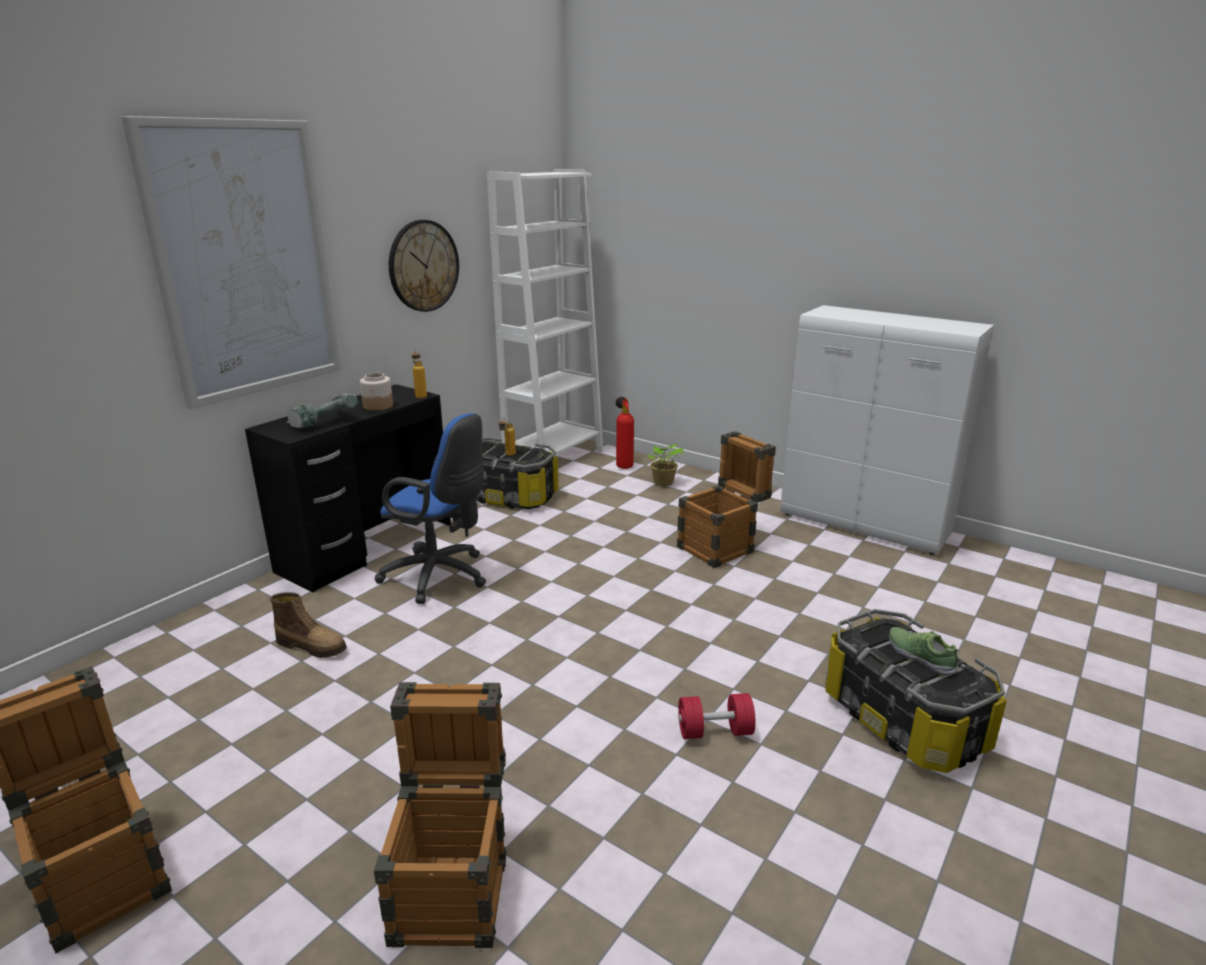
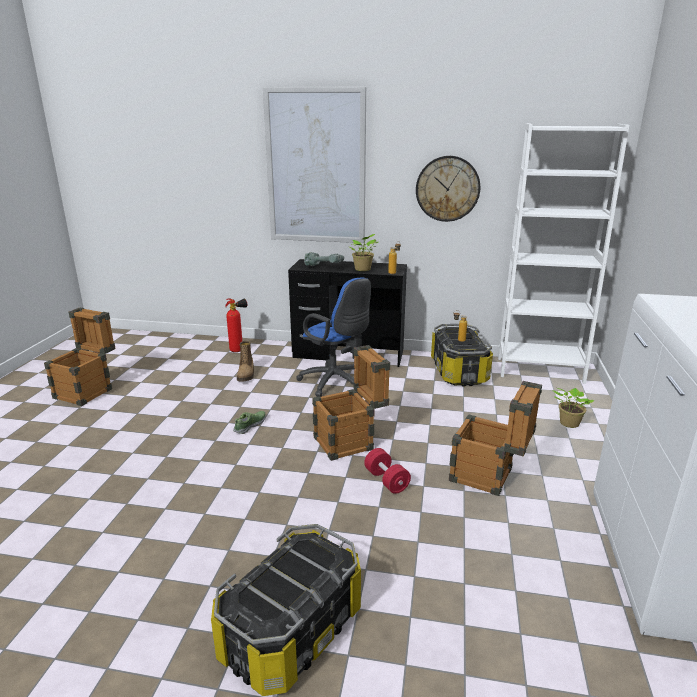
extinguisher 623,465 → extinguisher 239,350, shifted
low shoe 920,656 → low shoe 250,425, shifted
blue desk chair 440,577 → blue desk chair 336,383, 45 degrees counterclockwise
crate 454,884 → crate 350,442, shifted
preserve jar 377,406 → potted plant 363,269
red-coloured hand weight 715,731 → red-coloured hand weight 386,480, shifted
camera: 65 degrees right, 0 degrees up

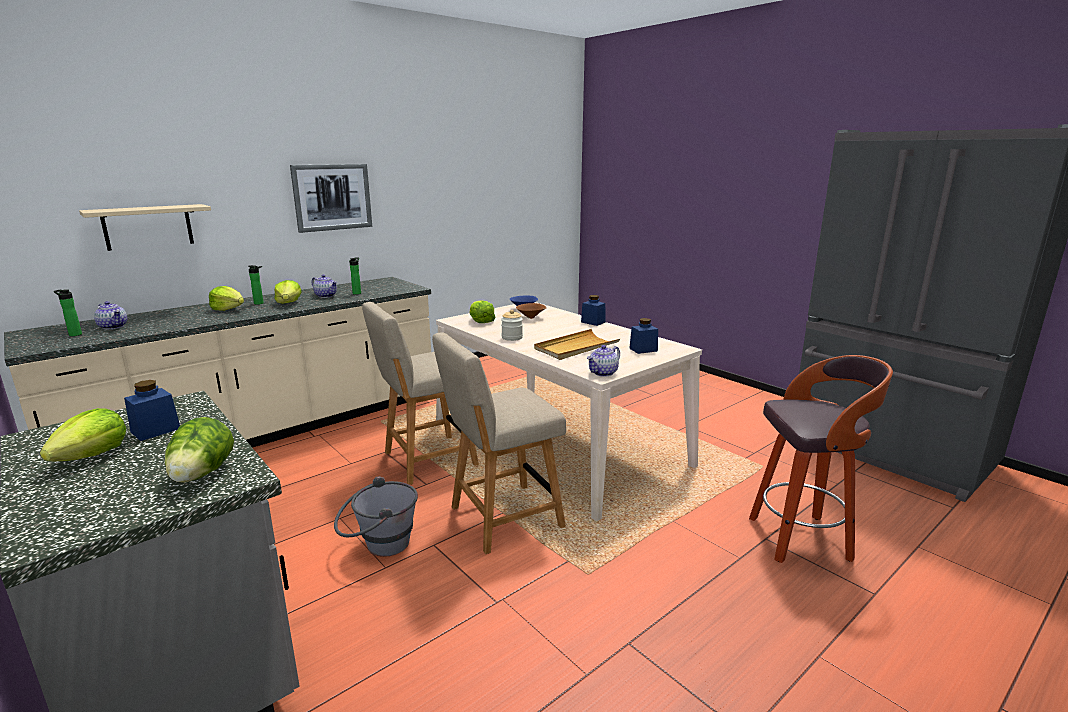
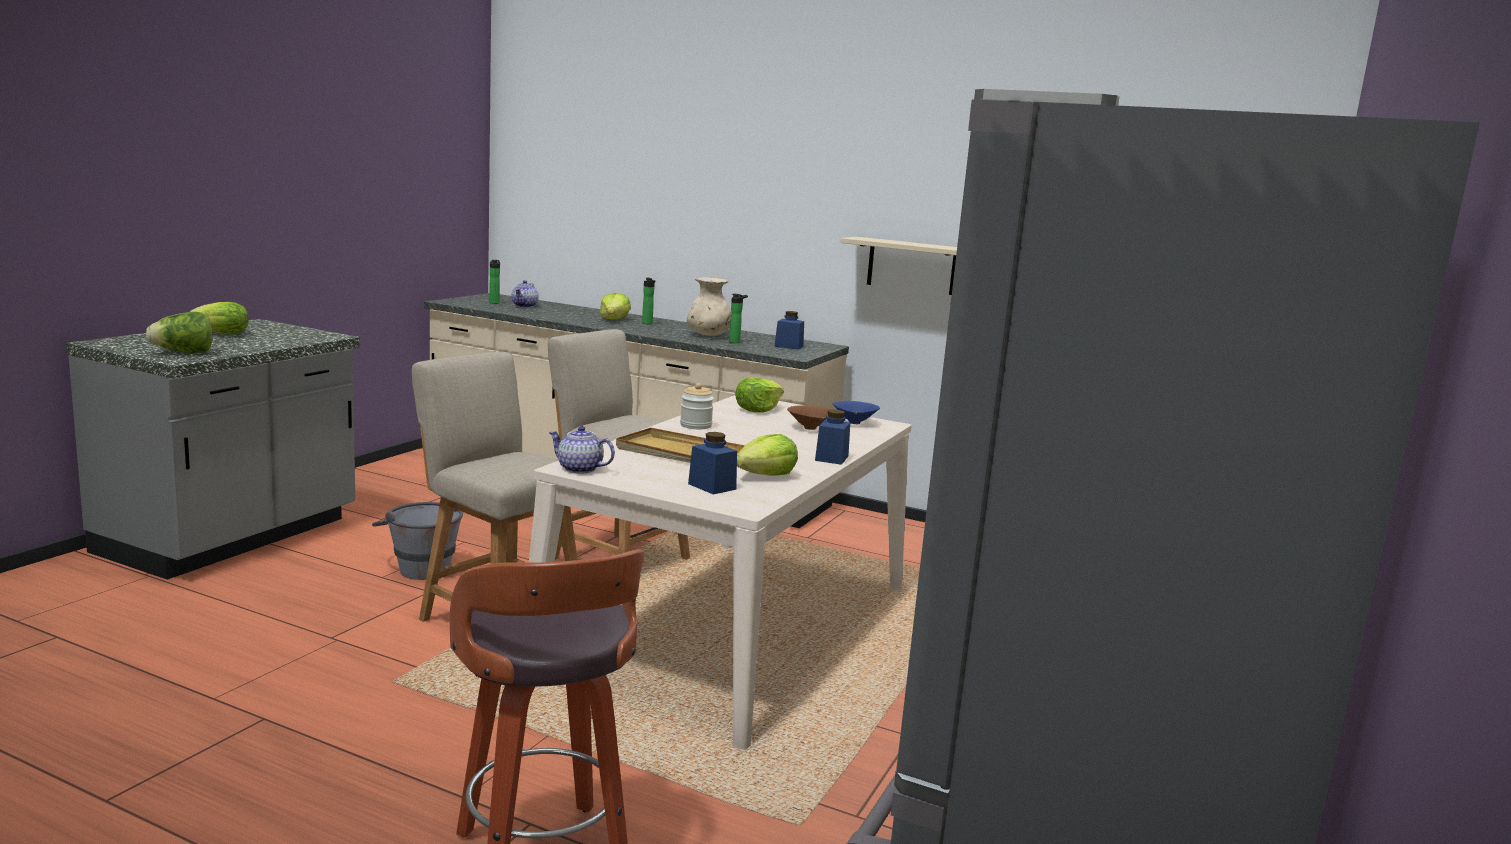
tea pot 326,296 → beige flower vase 708,335
lettuce 289,303 → lettuce 766,476, shifted
blue preserve jar 155,430 → blue preserve jar 788,346, shifted
beige wall shelf 148,227 → beige wall shelf 911,266, shifted
wall picture 332,197 → -
camera: 65 degrees right, 5 degrees down

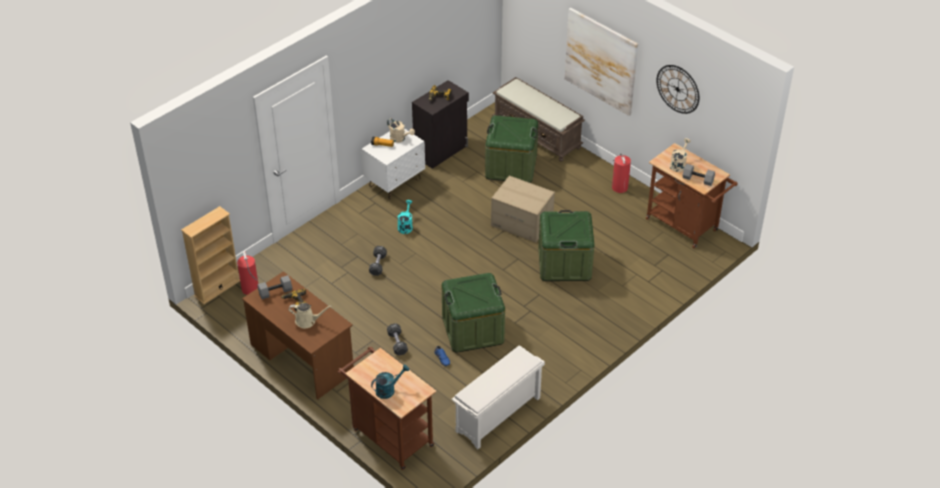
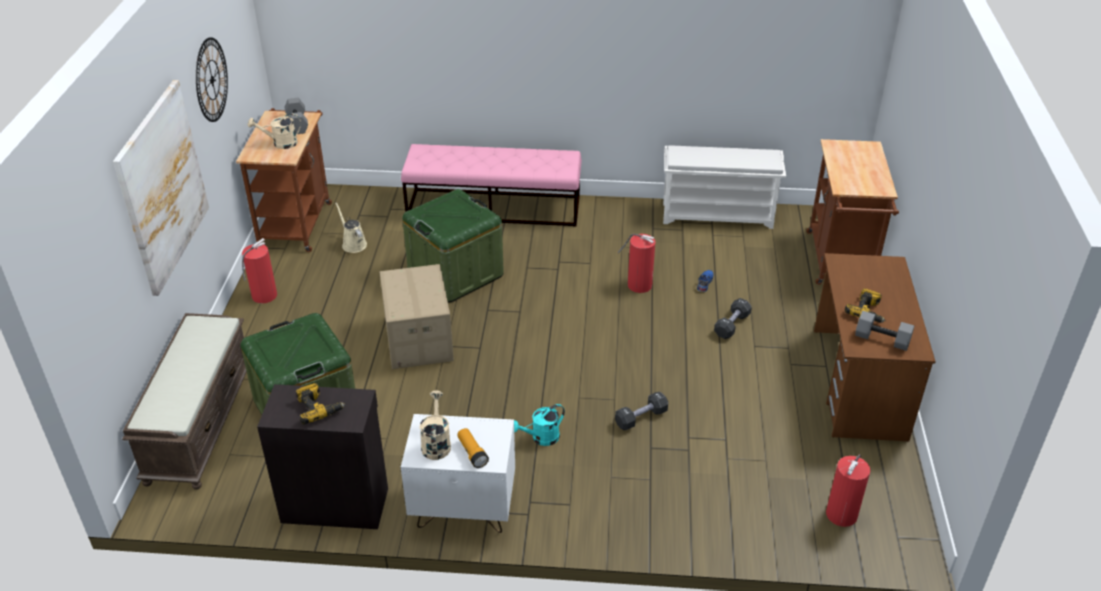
beige watering can 307,321 → beige watering can 353,244, shifted
- → pinkish long seat 494,207
green-coloured storage box 473,330 → extinguisher 638,284
beige bookcase 217,288 → -
turquoise watering can 388,390 → -
camera: 130 degrees left, 5 degrees down

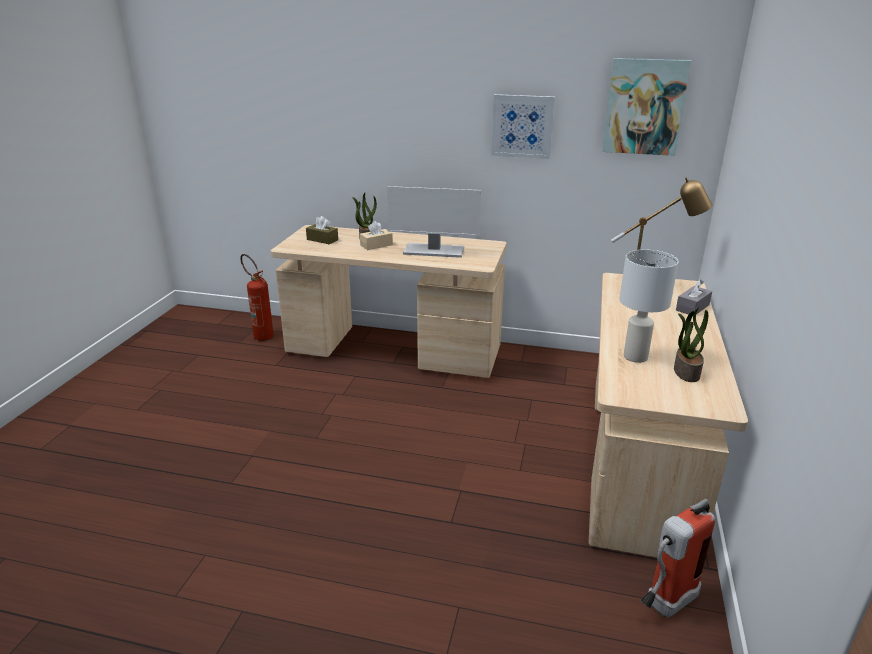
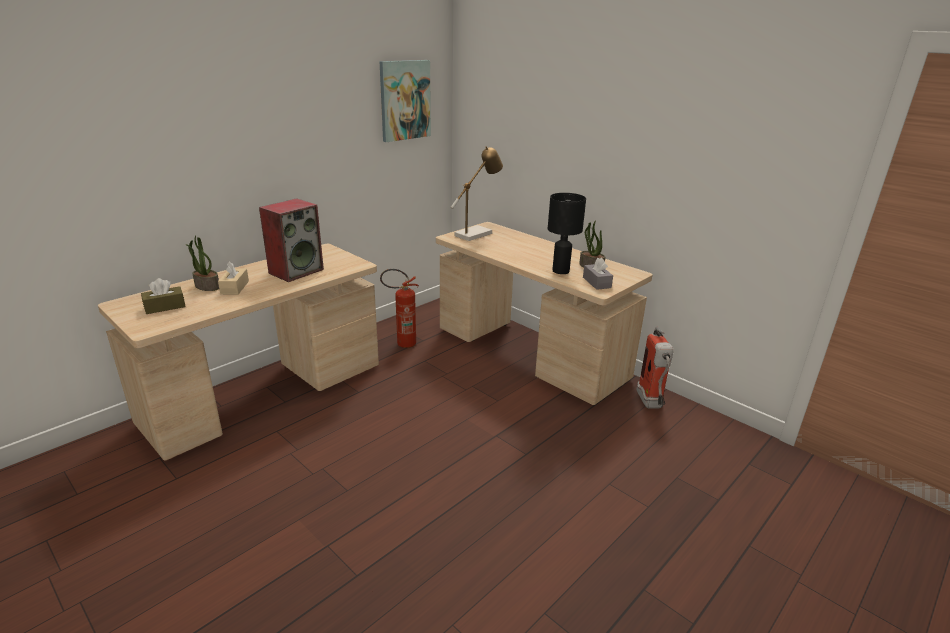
computer screen 433,251 → loudspeaker 296,271
extinguisher 260,335 → extinguisher 401,344, shifted
white tabletop lamp 635,357 → black tabletop lamp 561,271
greyish box of tissues 692,307 → greyish box of tissues 596,282, shifted
wall picture 522,126 → -
camera: 60 degrees left, 0 degrees up

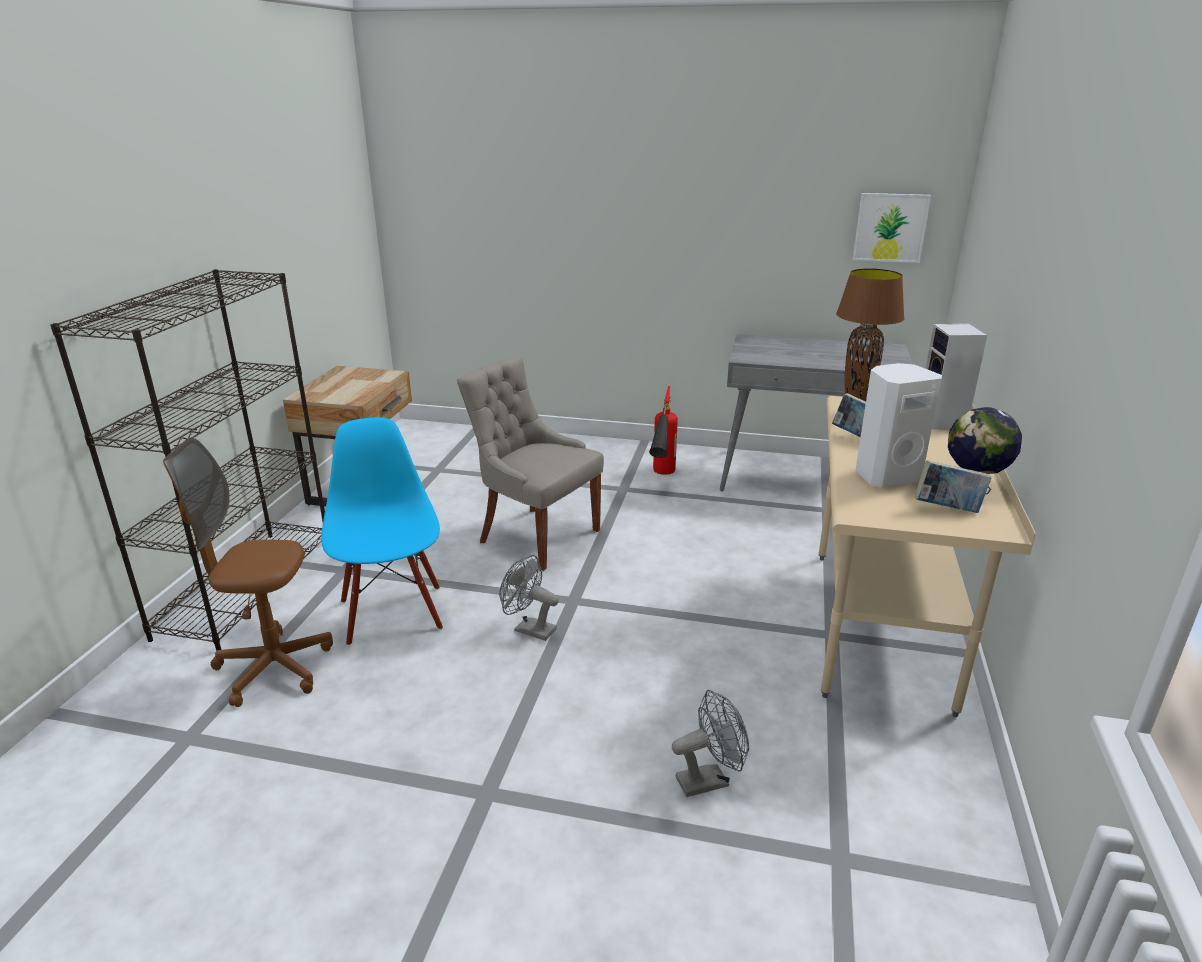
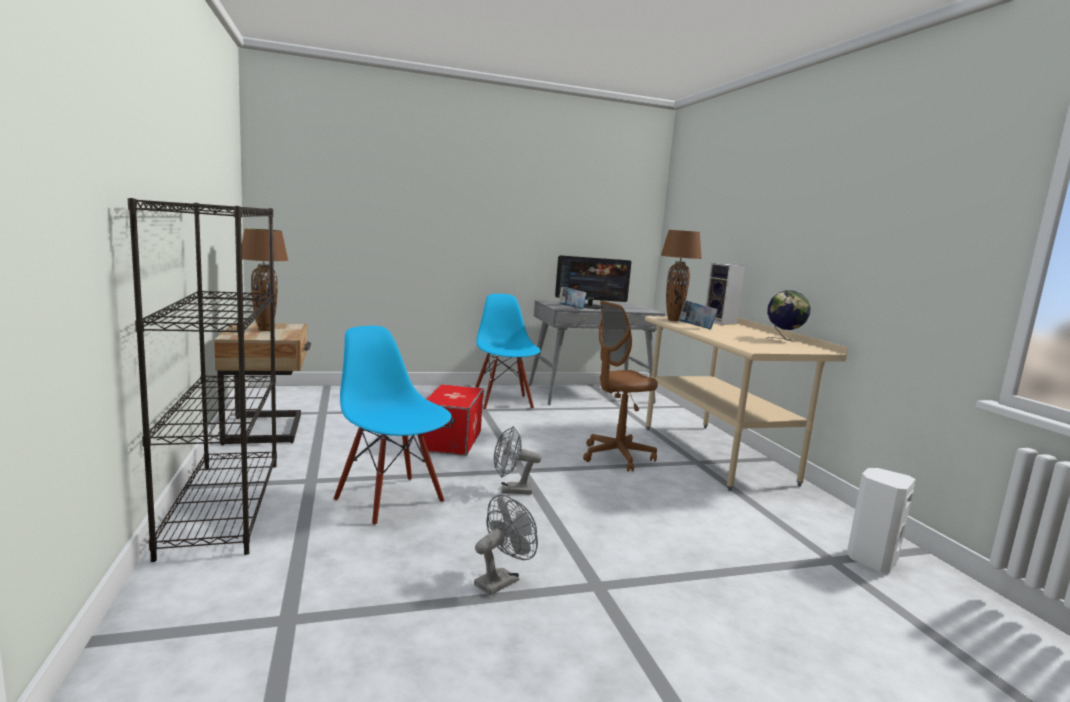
- → brown-coloured tabletop lamp 265,330
greyish upright chair 536,536 → storage box 451,440
greyish fan 709,780 → greyish fan 501,580, shifted
extinguisher 661,479 → blue upright chair 503,402
- → computer screen 590,306
bound book 947,509 → bound book 571,308, shifted
brown-coloured desk chair 274,668 → brown-coloured desk chair 617,457, shifted
white loudspeaker 886,476 → white loudspeaker 871,559, shifted
wall picture 890,227 → -
camera: 30 degrees left, 15 degrees down

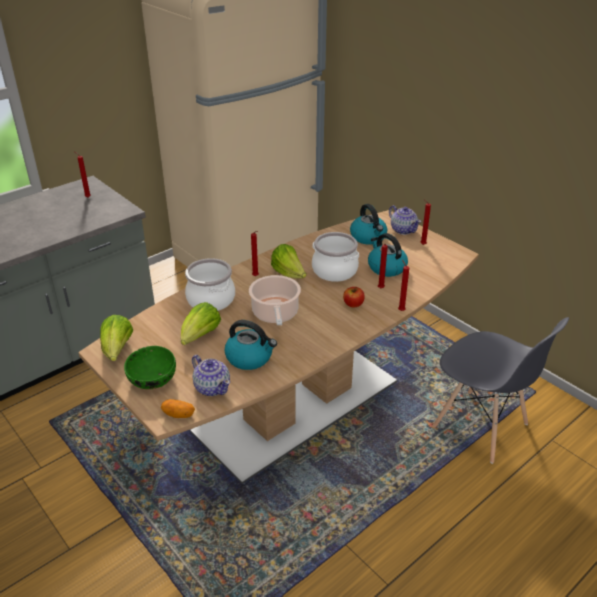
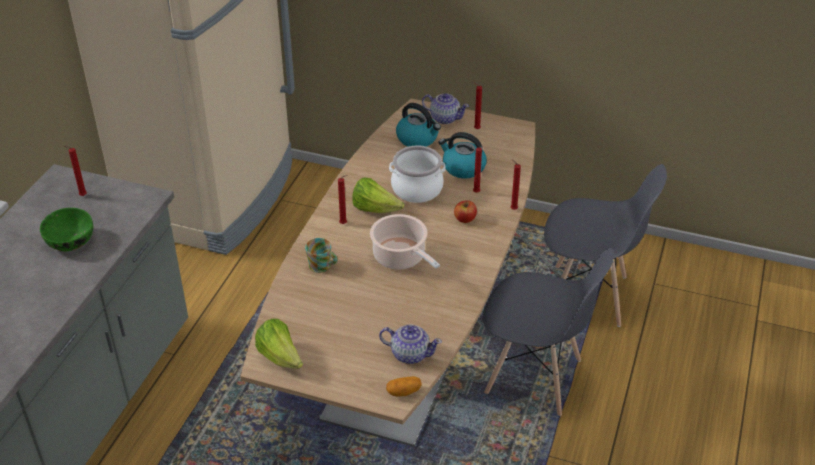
green-coloured deep dish 152,379 → green-coloured deep dish 70,241, shifted
cooking pot 211,299 → tea mug 322,266
- → greyish upright chair 534,377
lettuce 200,336 → -
tea kettle 250,357 → -
camera: 30 degrees left, 5 degrees up

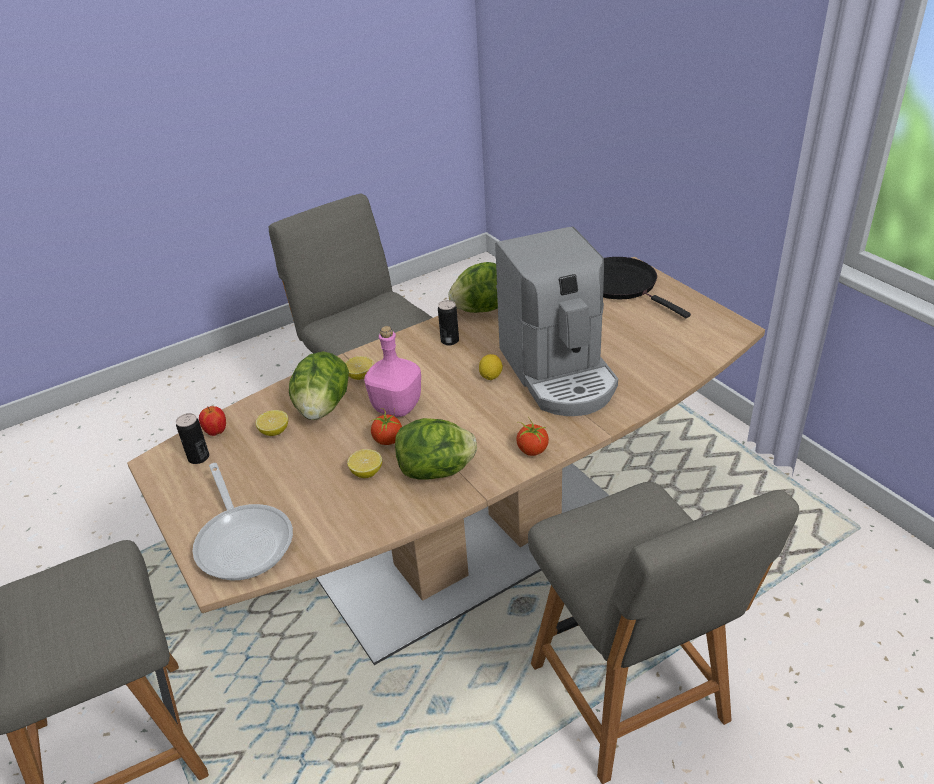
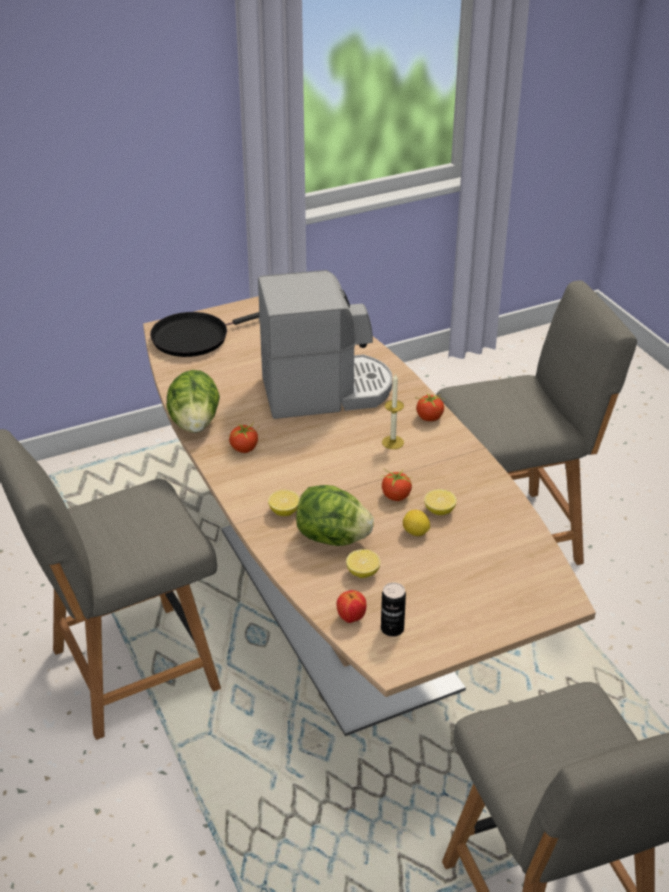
can 449,341 → fresh tomato 244,448
- → wax light 393,442
lemon 491,376 → lemon 415,533, shifted
skillet 244,540 → -
pinkish beverage bottle 396,406 → -
lettuce 437,471 → -
camera: 85 degrees left, 0 degrees up

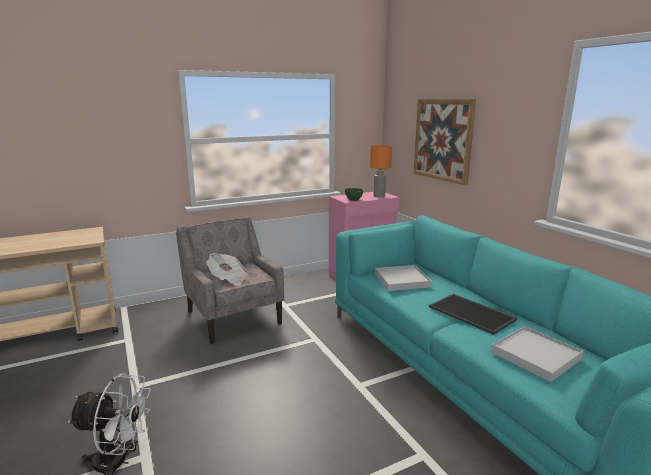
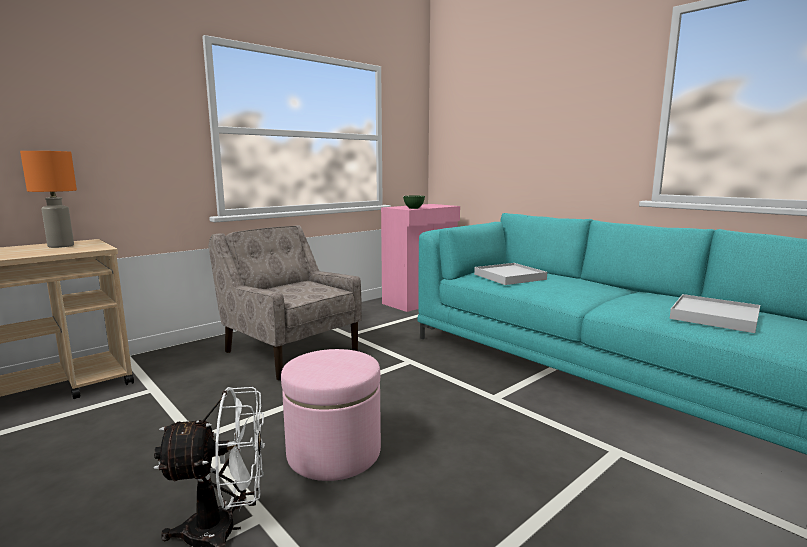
orange-coloured tabletop lamp 378,196 → orange-coloured tabletop lamp 60,246, shifted
- → pinkish footrest 334,452
printed paper 228,279 → -
wall picture 442,140 → -
tray 472,313 → -
camera: 15 degrees left, 5 degrees down

